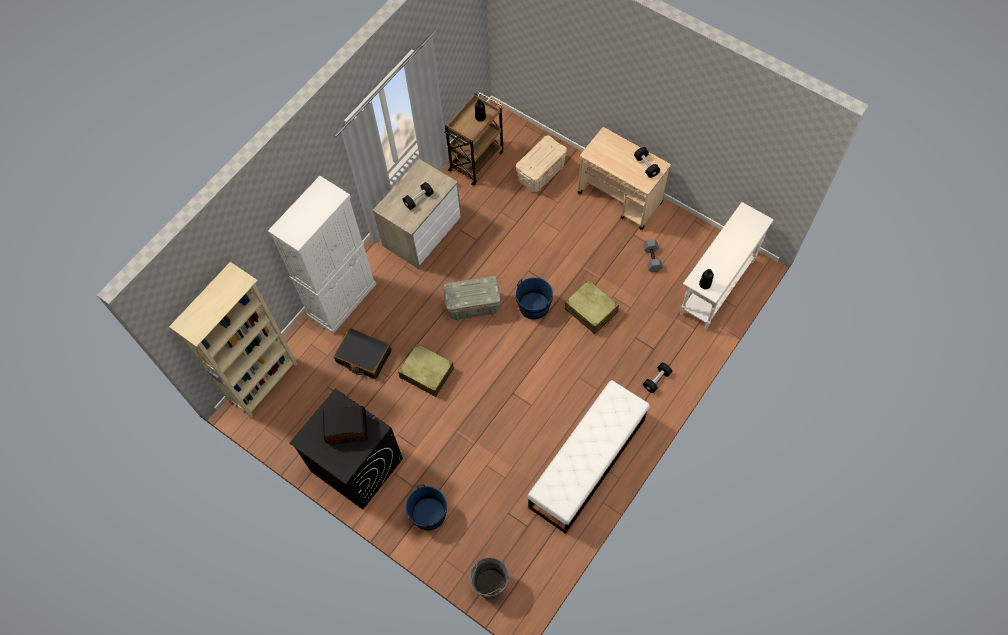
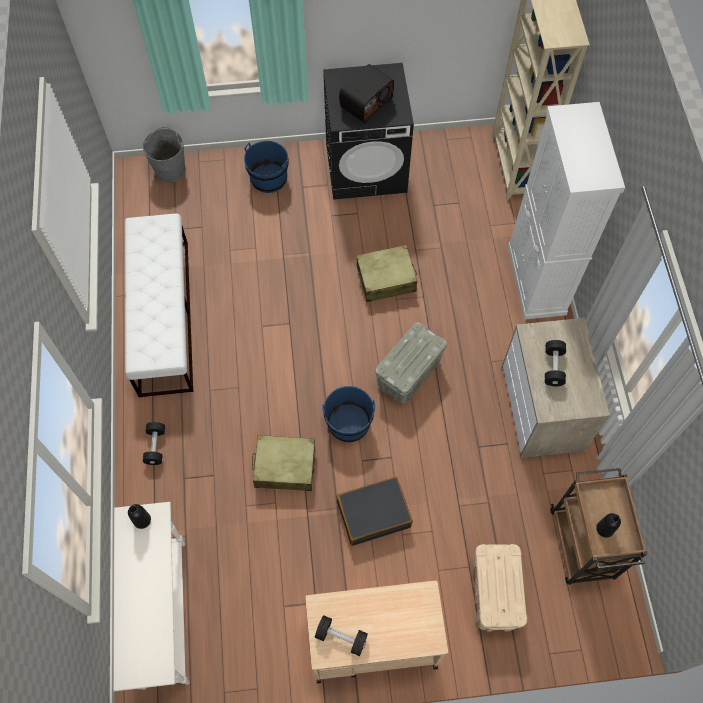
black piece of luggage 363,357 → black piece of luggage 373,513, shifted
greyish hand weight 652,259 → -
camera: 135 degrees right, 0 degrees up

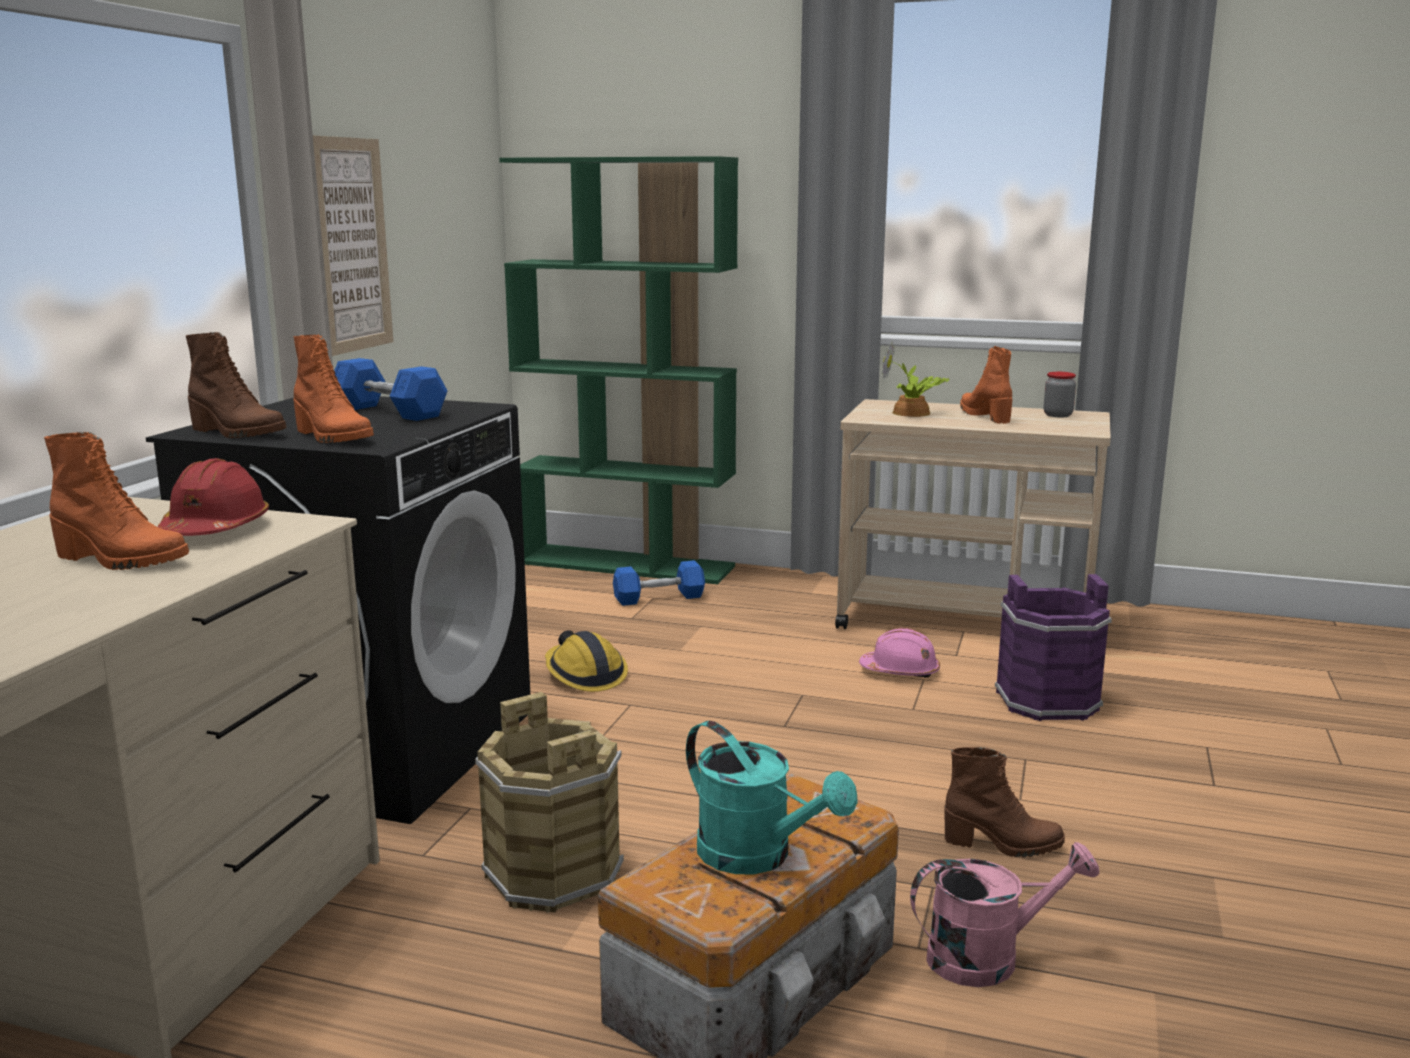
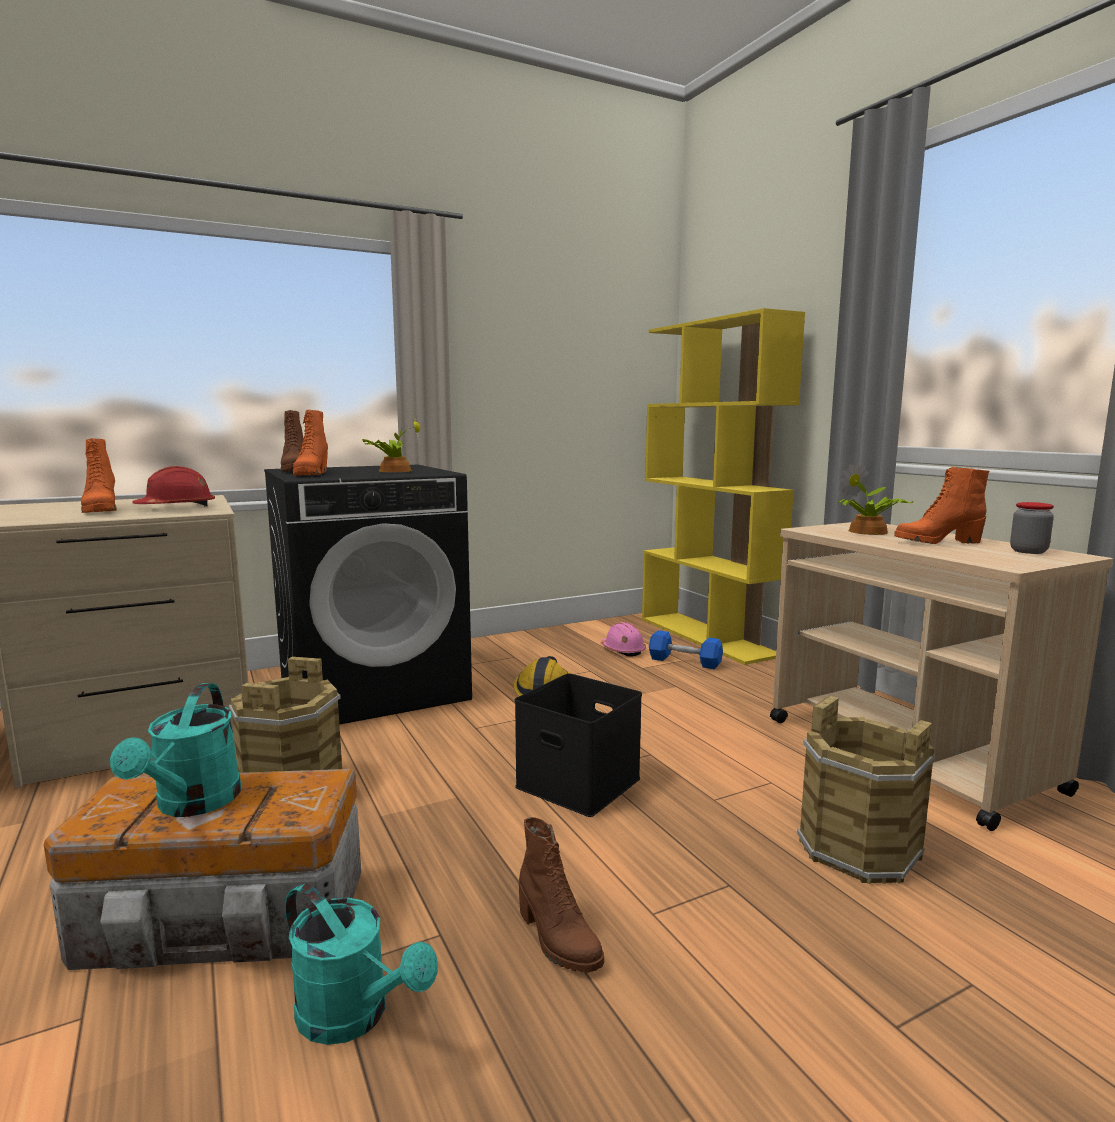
pinkish watering can 988,957 → turquoise watering can 354,1016
blue hand weight 389,412 → potted plant 393,471
- → black storage box 581,782
pinkish hard hat 900,671 → pinkish hard hat 623,650, shifted
green-coloured bookcase 627,564 → yellow-coloured bookcase 707,637
purple-coloured bucket 1047,701 → brown-coloured bucket 858,849
orange-coloured boot 986,416 → orange-coloured boot 936,542, 120 degrees counterclockwise
wall picture 351,245 → -
camera: 45 degrees right, 5 degrees down

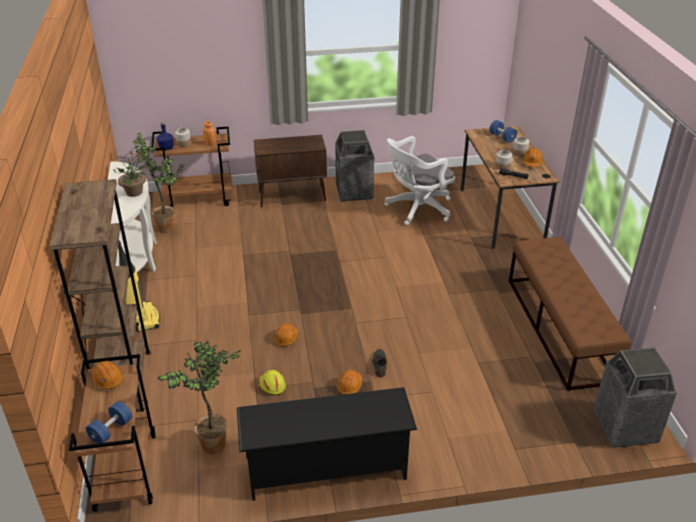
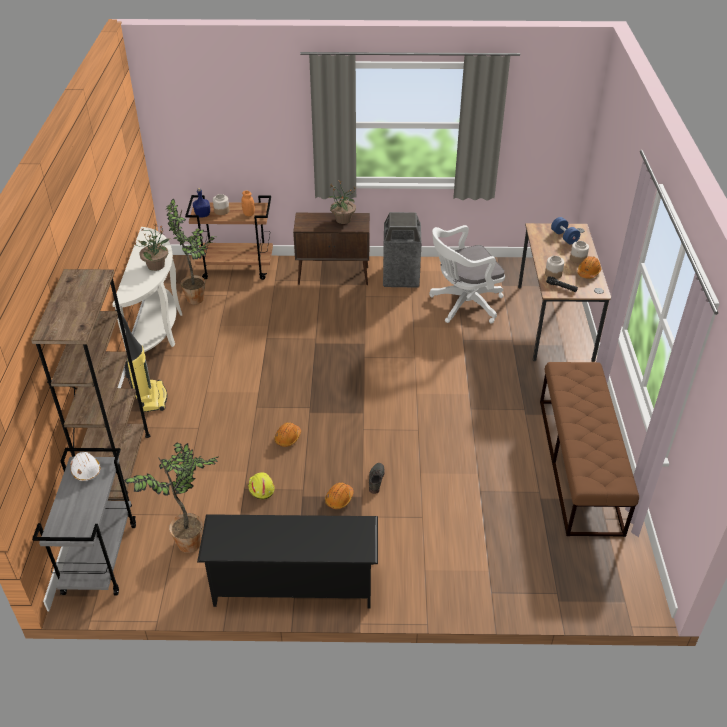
brown-coloured cart 125,471 → greyish cart 100,557
orange-coloured hard hat 108,379 → white hard hat 86,470
- → potted plant 342,220
blue hand weight 111,430 → -
waste bin 624,428 → -
camera: 10 degrees right, 5 degrees up

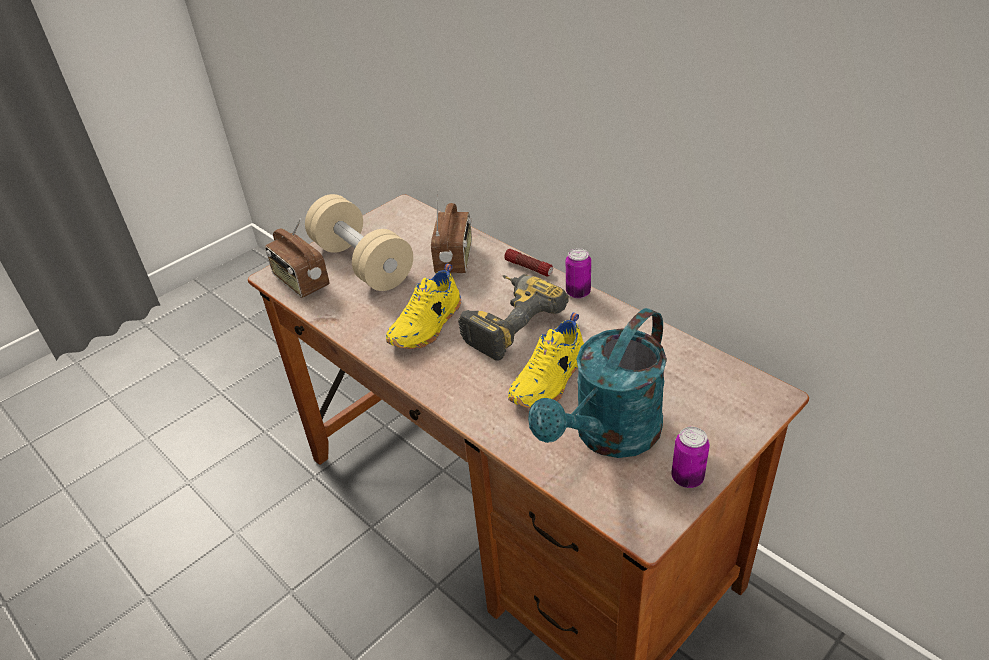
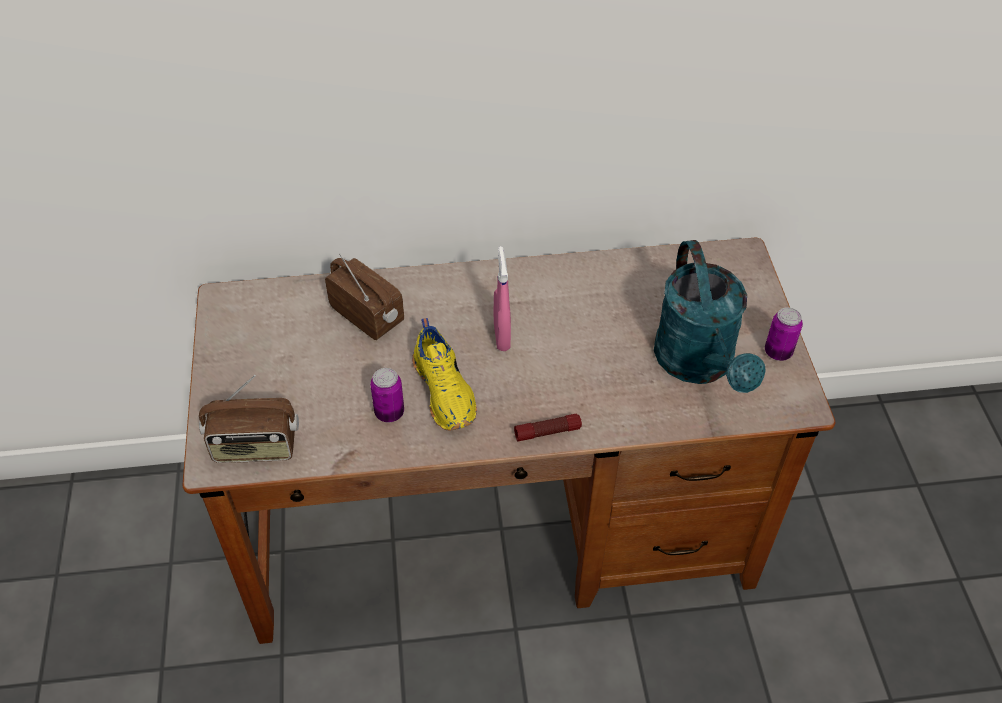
can 578,293 → can 389,413, shifted
power drill 507,322 → pinkish spray bottle 502,337
hand torch 529,268 → hand torch 547,432, shifted
beige hand weight 362,263 → -
yellow-coloured low shoe 550,381 → -
camera: 55 degrees left, 10 degrees up

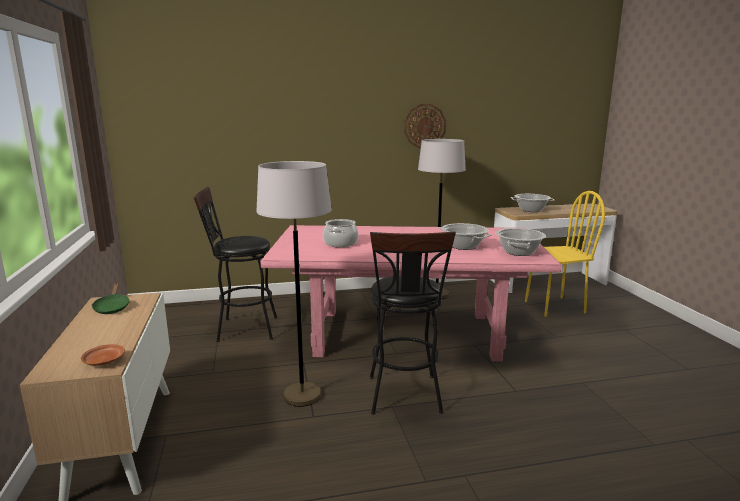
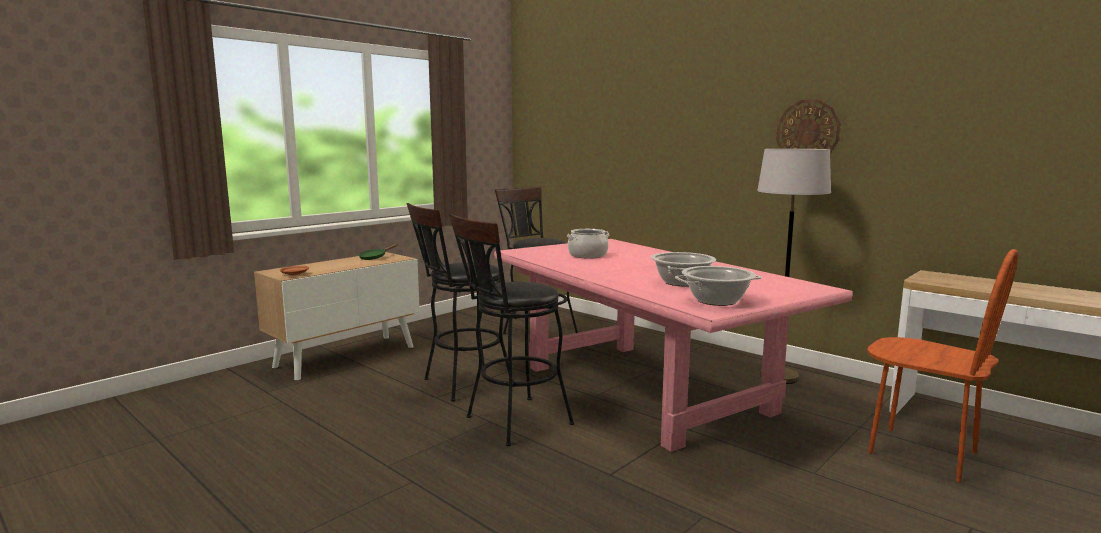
greyish standing lamp 302,396 → black stool 461,384
yellow-coloured upright chair 554,306 → brown-coloured upright chair 922,453
cooking pot 531,210 → -
camera: 55 degrees right, 5 degrees down

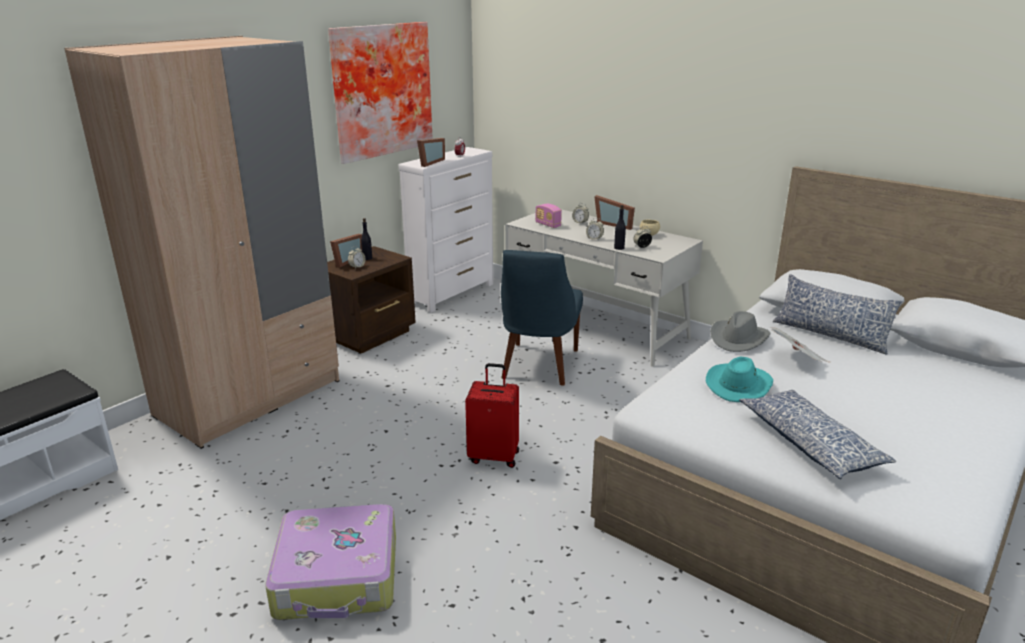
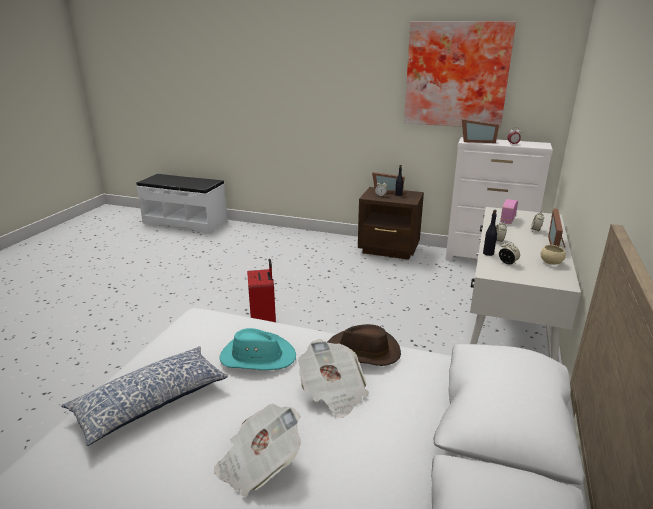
- → printed paper 258,464
greyish hat 739,339 → brown-coloured hat 363,351
beige armoire 249,398 → -
piece of luggage 338,577 → -
blue upright chair 538,366 → -
throw pillow 830,335 → -
camera: 70 degrees right, 0 degrees up

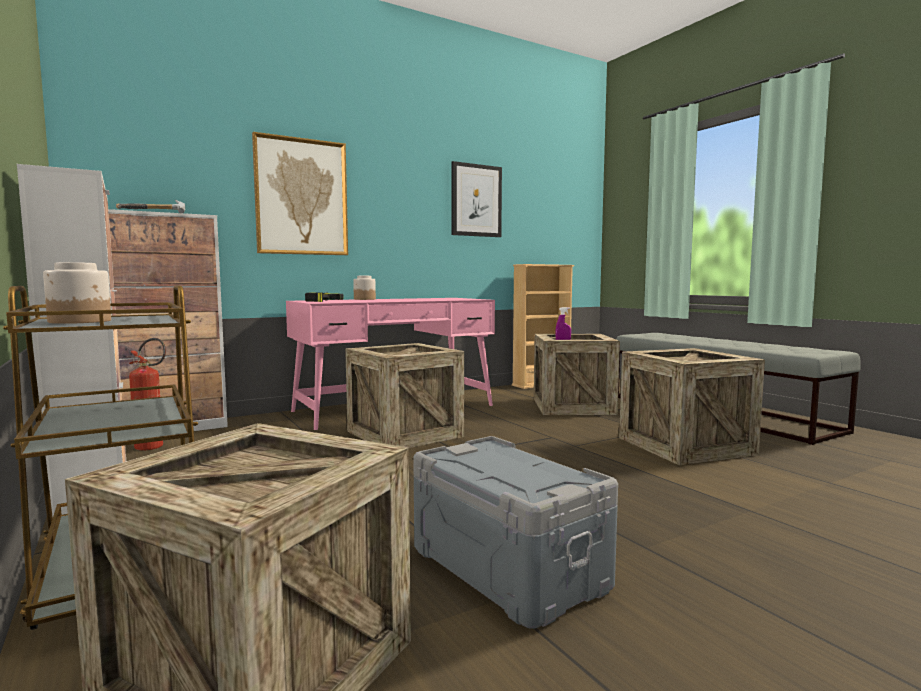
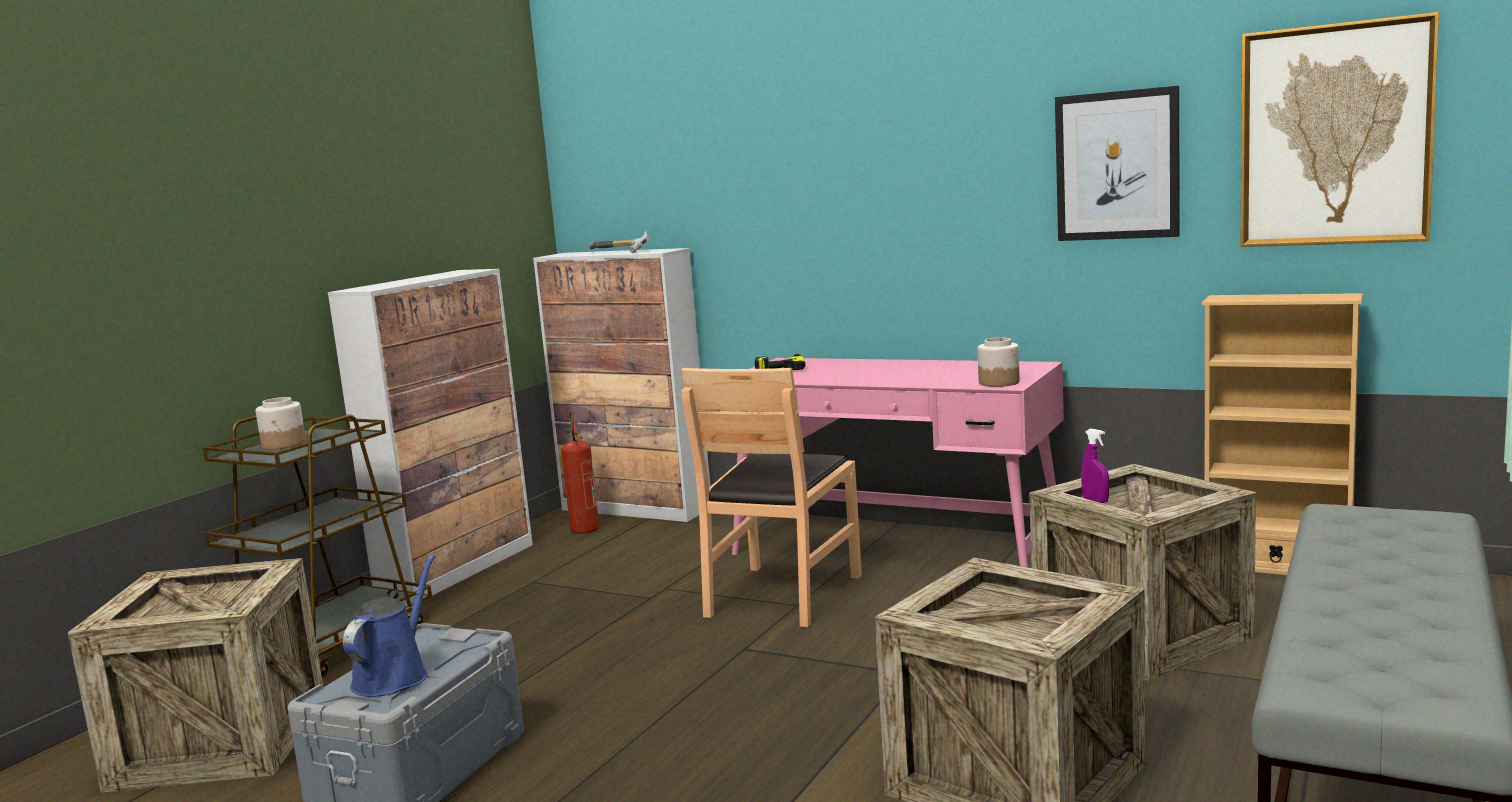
- → blue watering can 394,676
crate 404,434 → brown-coloured upright chair 782,595
preserve jar 364,299 → preserve jar 999,382, shifted
wall picture 301,197 → wall picture 1334,135, shifted
camera: 60 degrees right, 5 degrees up

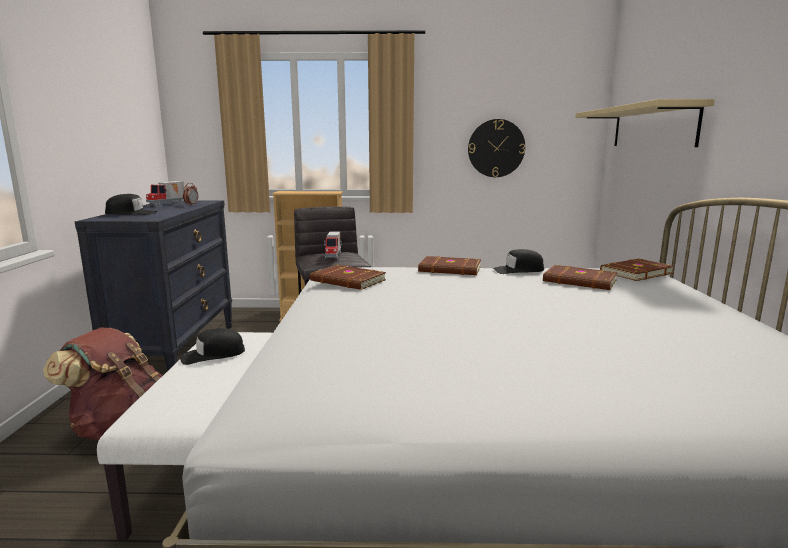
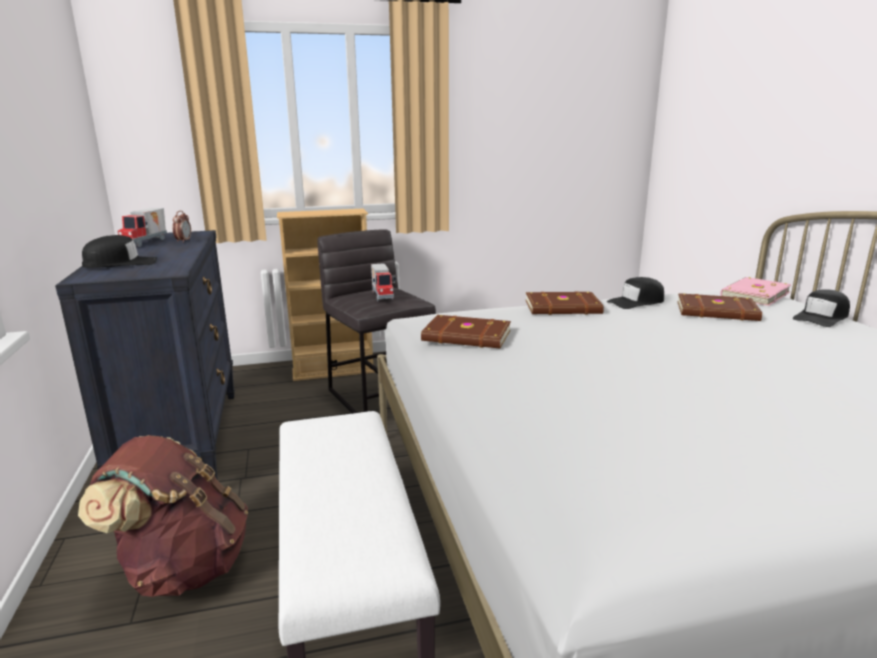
brown-coloured bound book 635,272 → pinkish bound book 753,294
black cap 213,354 → black cap 821,317, shifted
clock on the wall 496,148 → -
beige wall shelf 652,127 → -
camera: 15 degrees left, 5 degrees up

